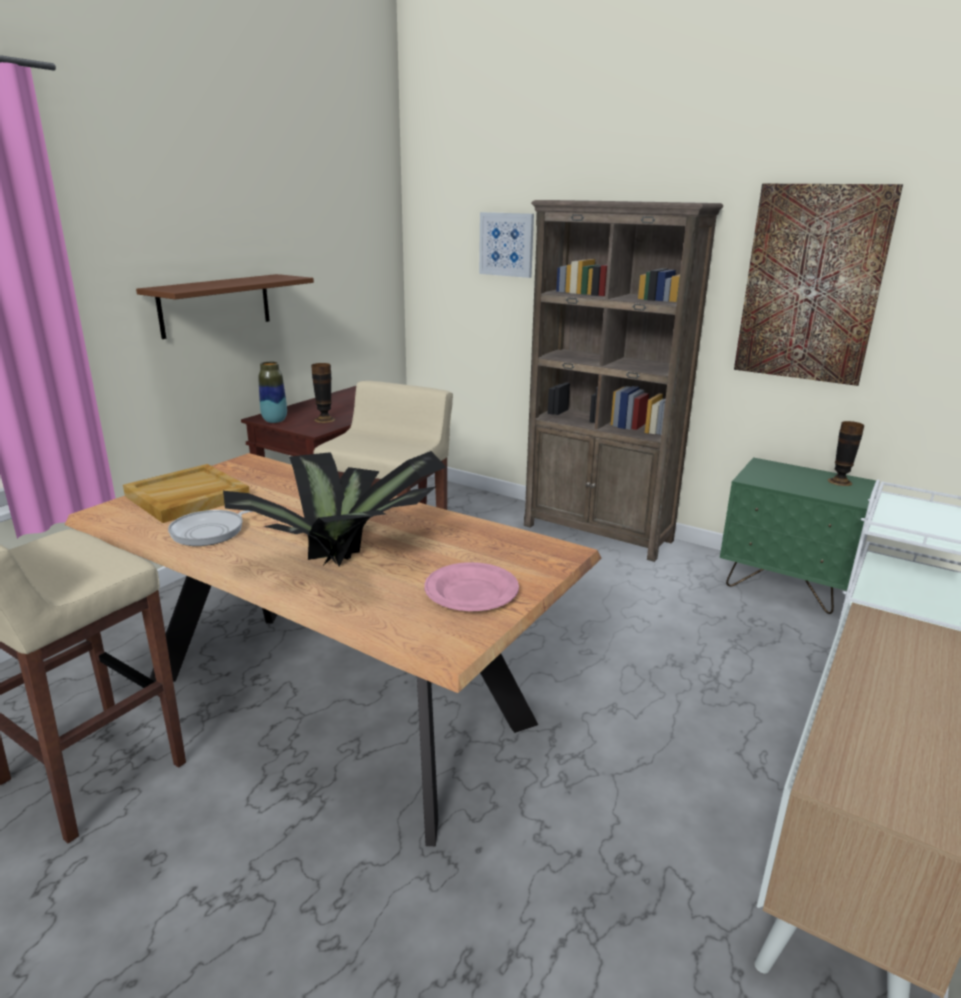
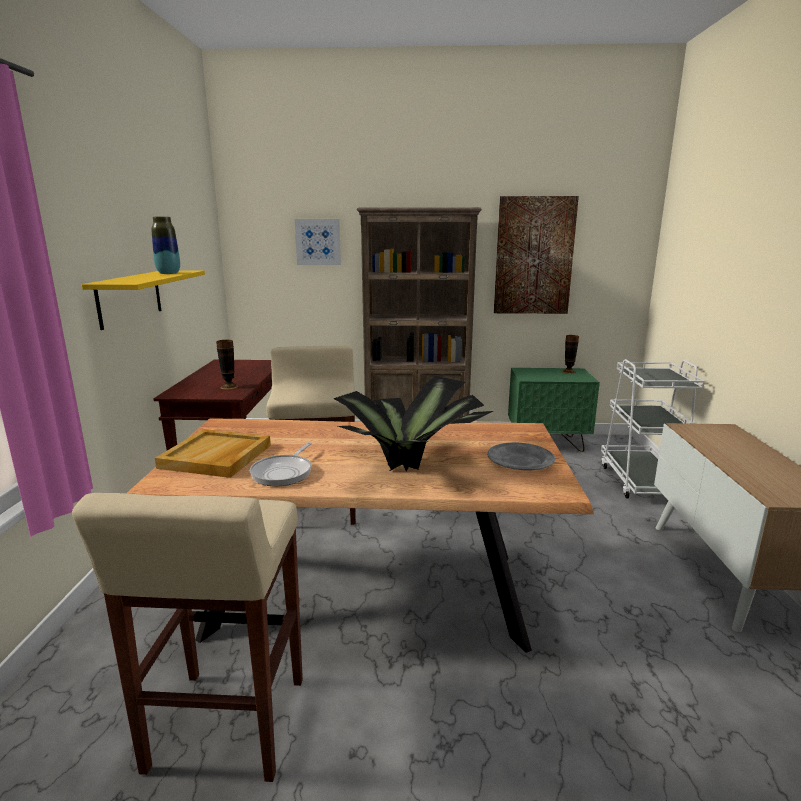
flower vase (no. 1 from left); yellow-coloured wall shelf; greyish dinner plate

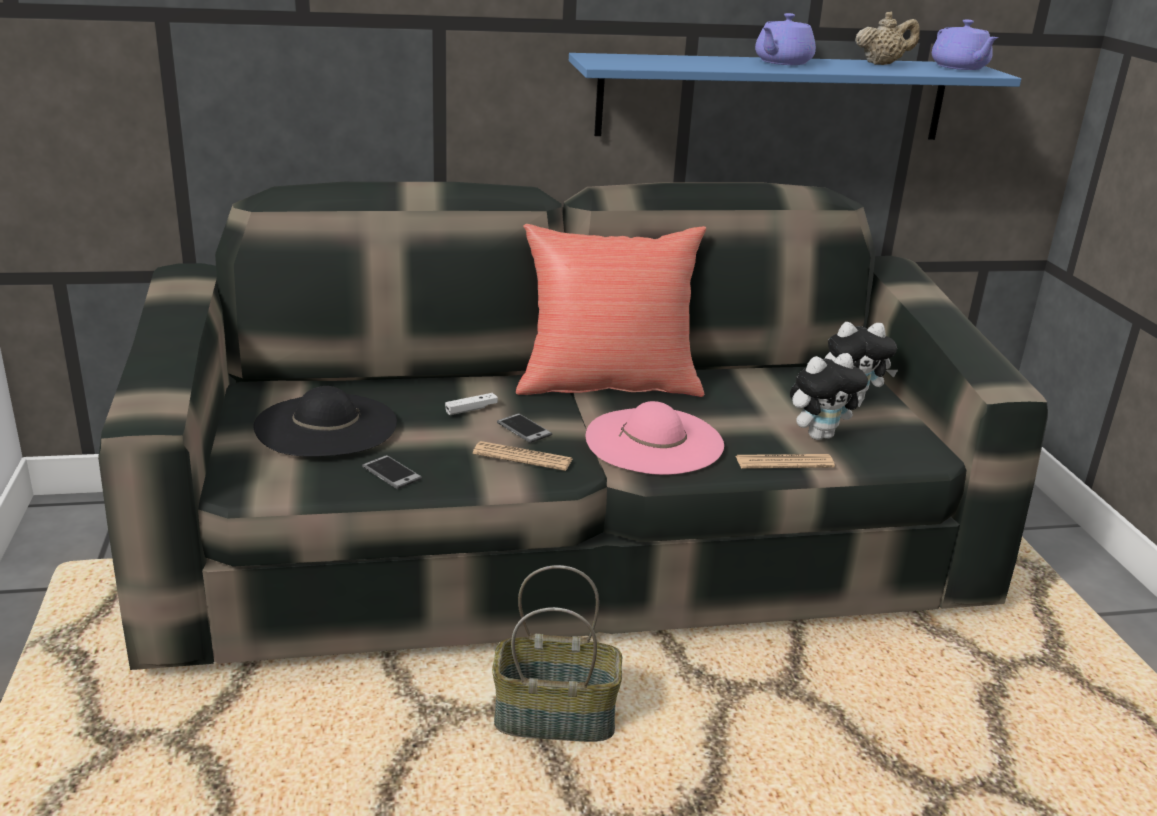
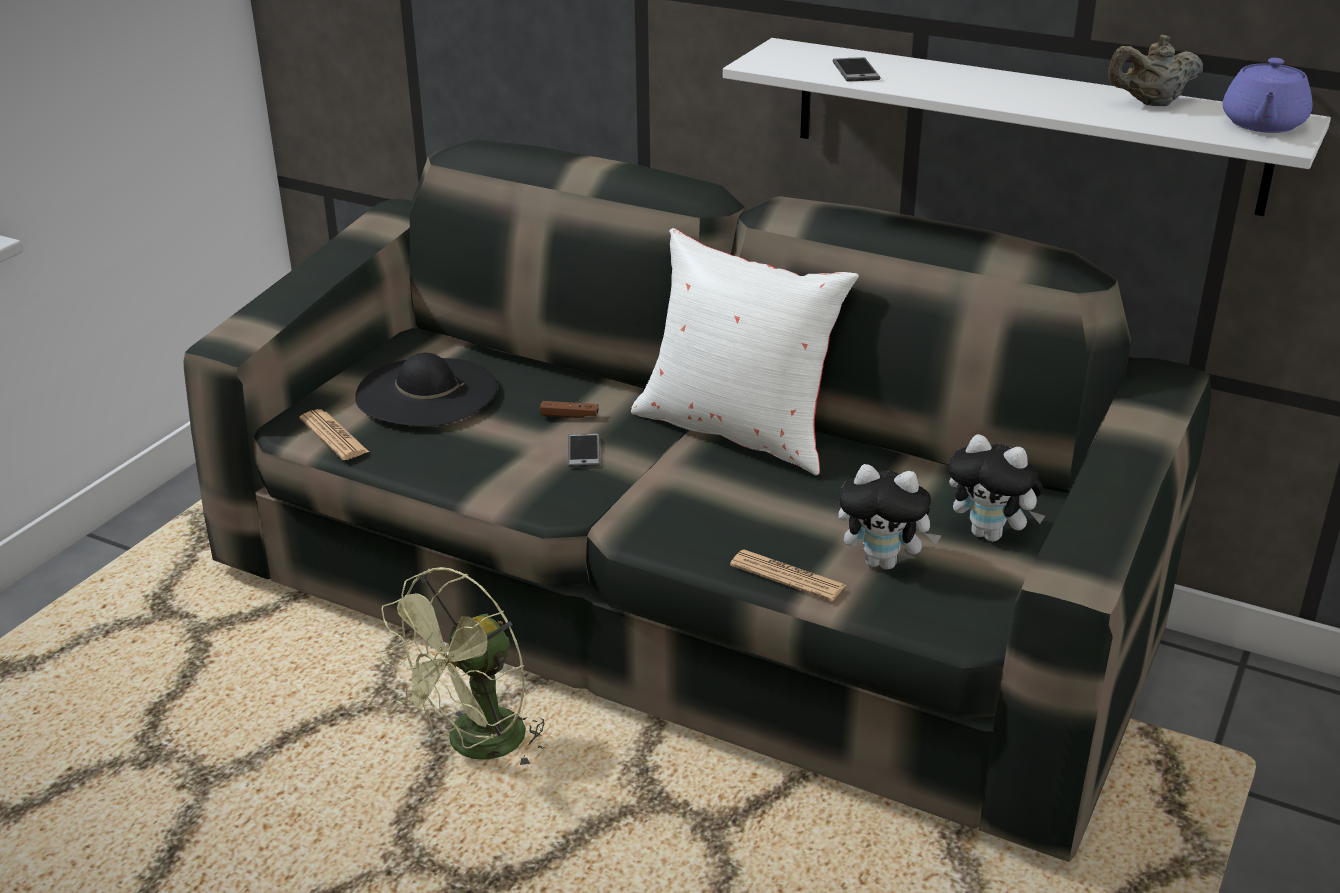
pink-coloured hat; purple pot for tea (no. 1 from left in the first image); phone (no. 2 from left); daily paper (no. 1 from left); green-coloured electric fan; brown gamepad; white throw pillow; white wall shelf; beige pot for tea

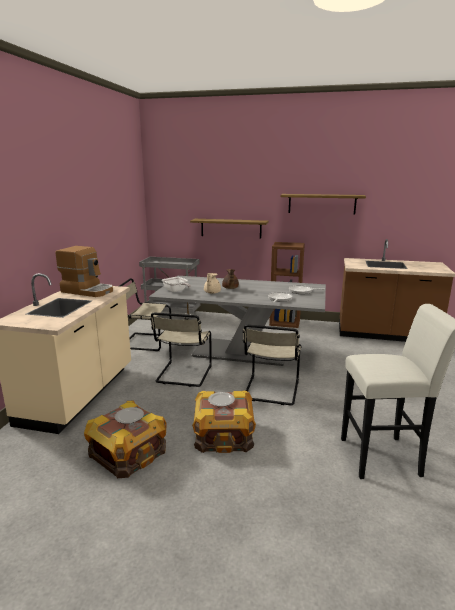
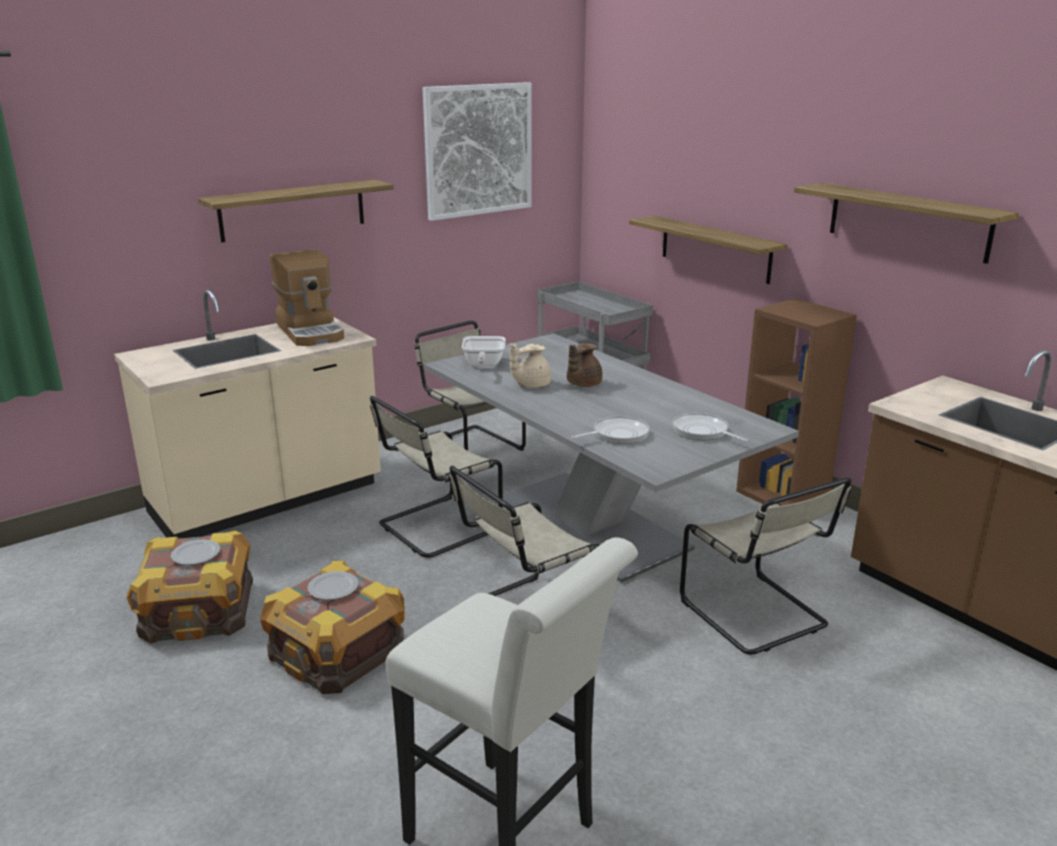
wall shelf (no. 1 from left); wall art; beige plain chair (no. 4 from left)

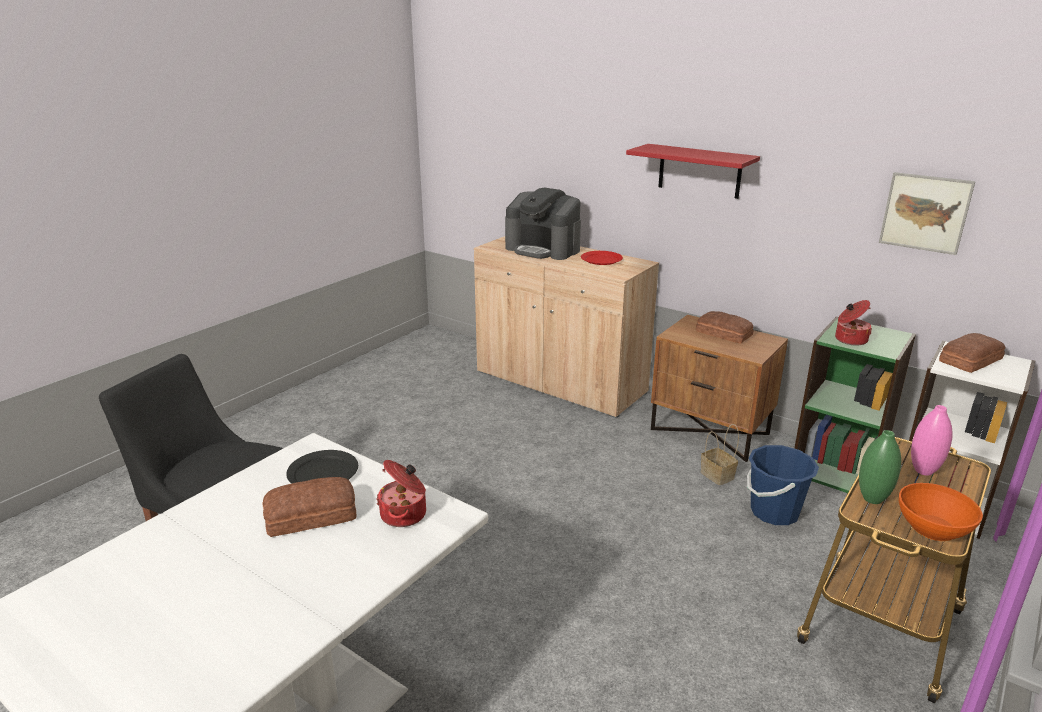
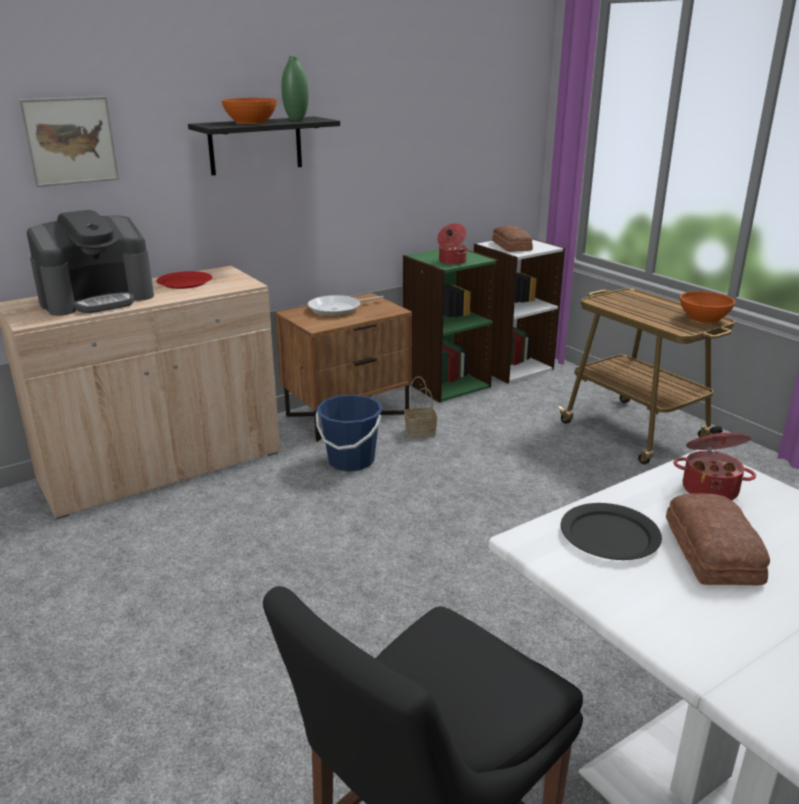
pink-coloured flower vase; orange-coloured bowl (no. 1 from left); blue-coloured water bucket; green-coloured flower vase; wall art; frying pan; black-coloured wall shelf

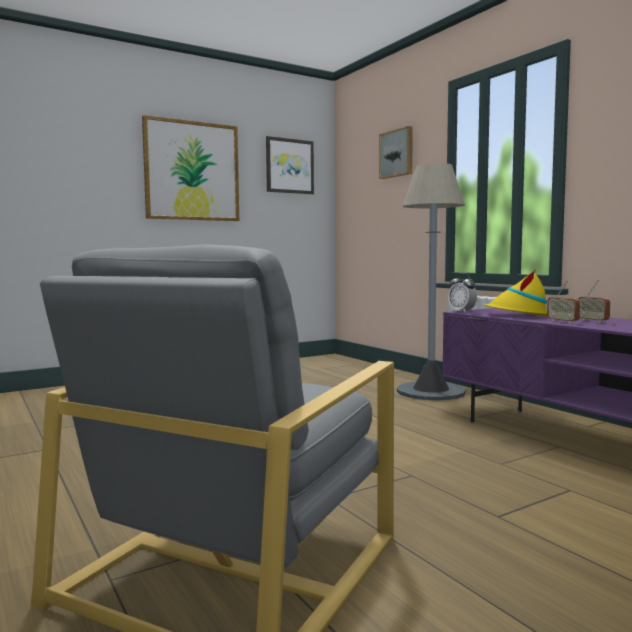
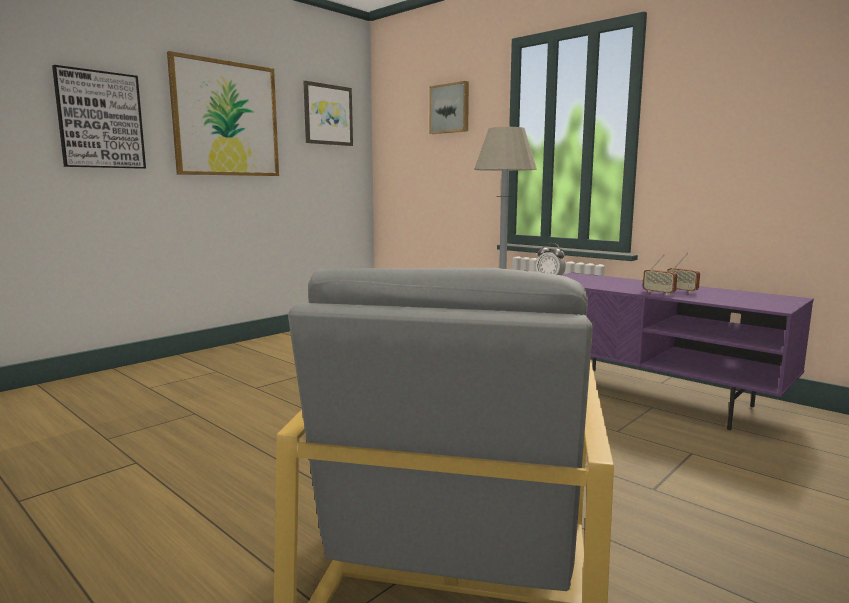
yellow-coloured hat; wall art (no. 1 from left)

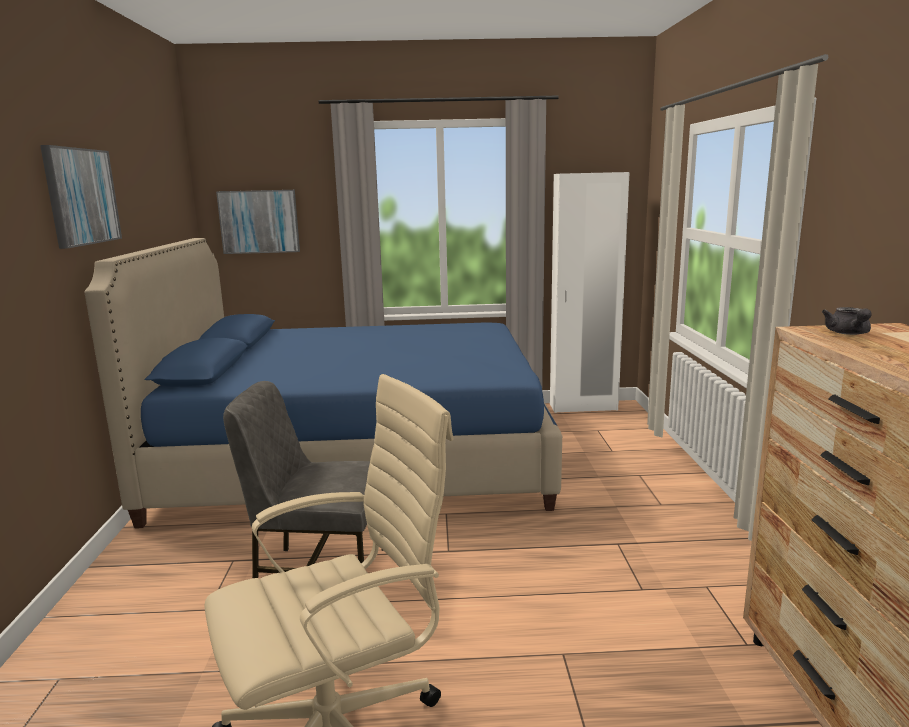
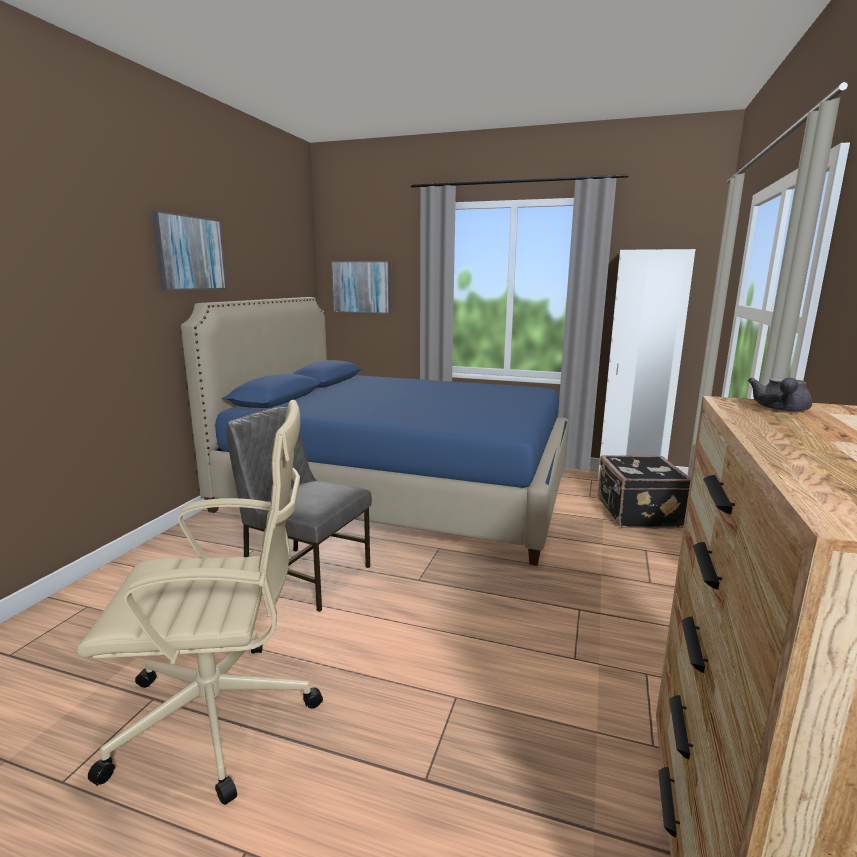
black-coloured suitcase

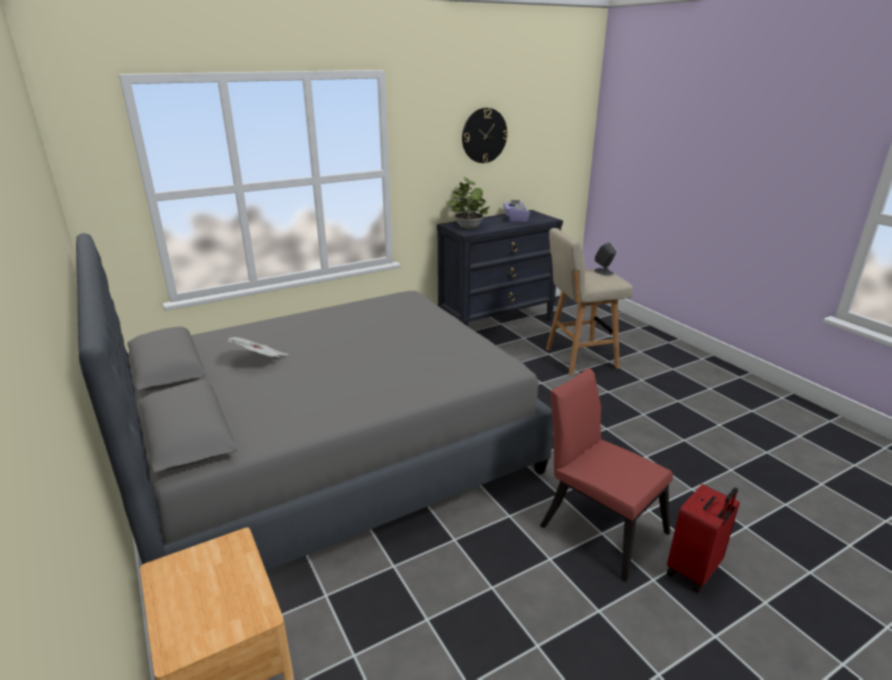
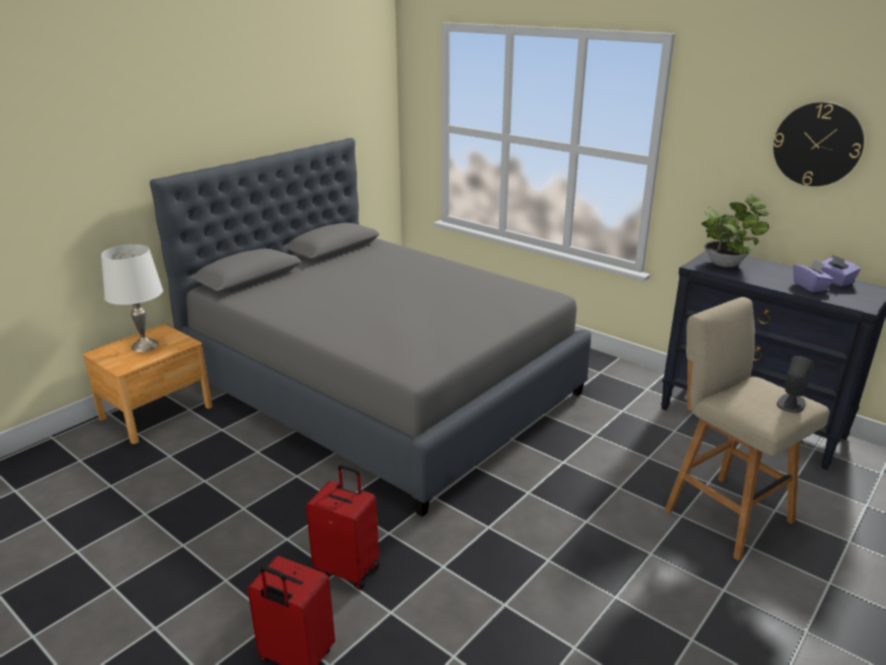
daily paper; white lamp for a table; reddish suitcase (no. 2 from left)

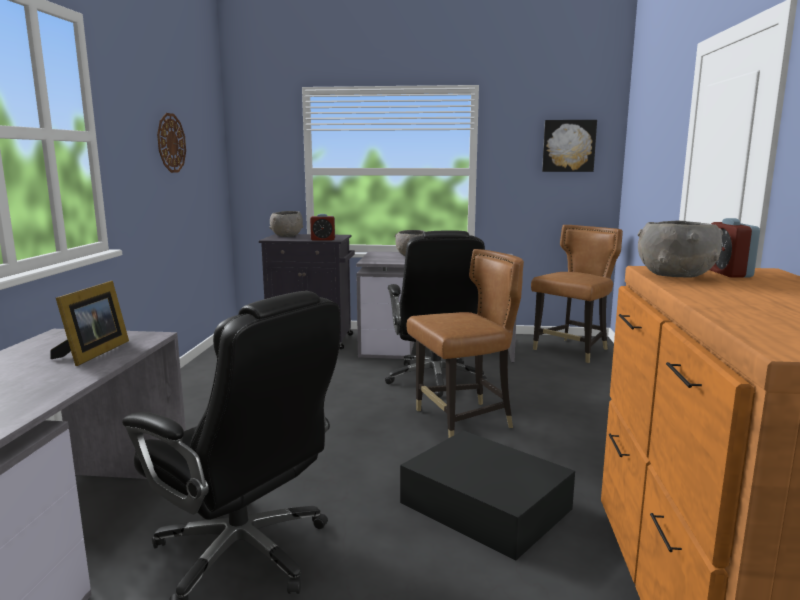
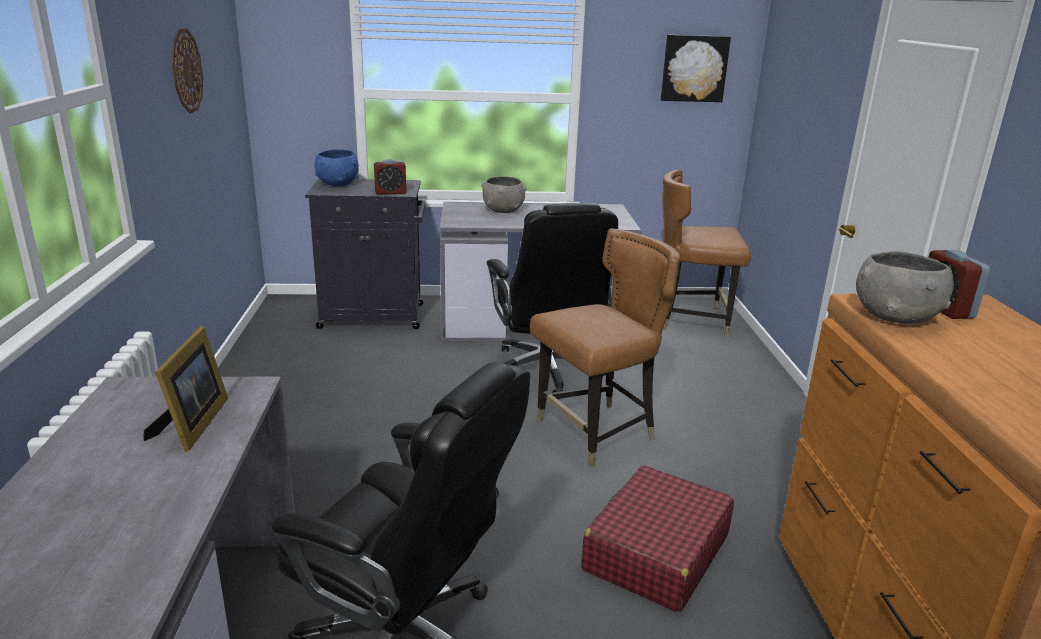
reddish suitcase; blue-coloured bowl; brown plain chair (no. 2 from left)

